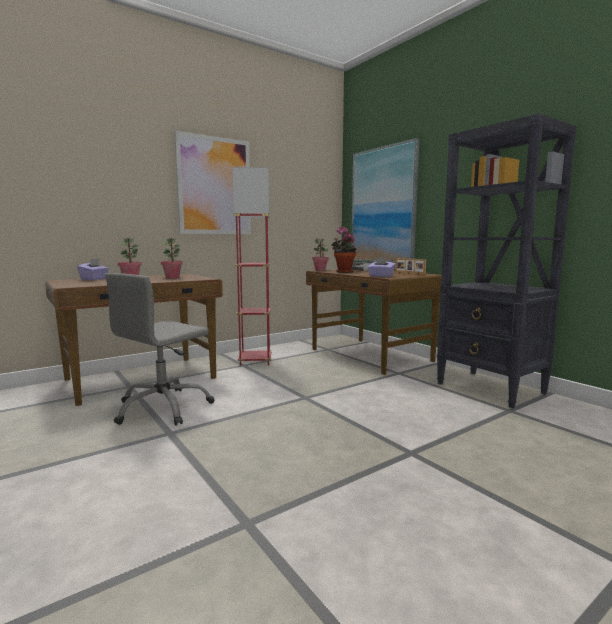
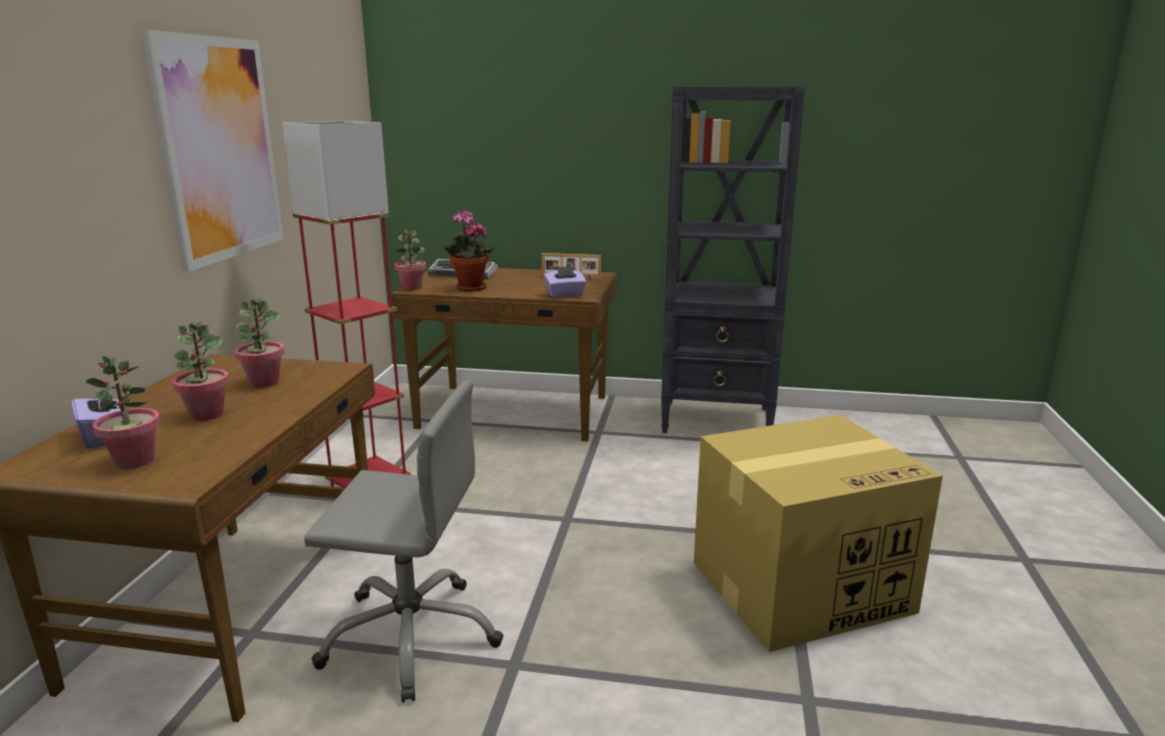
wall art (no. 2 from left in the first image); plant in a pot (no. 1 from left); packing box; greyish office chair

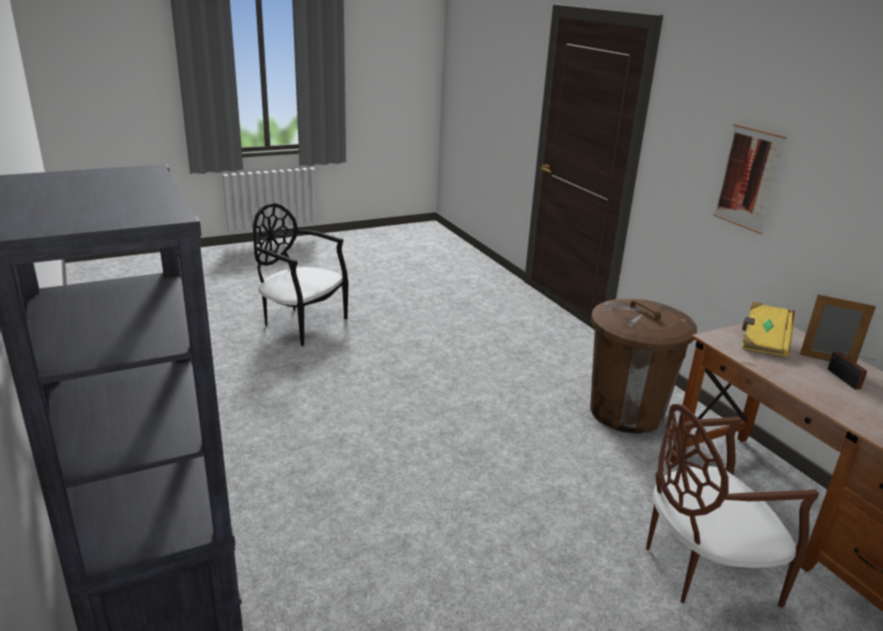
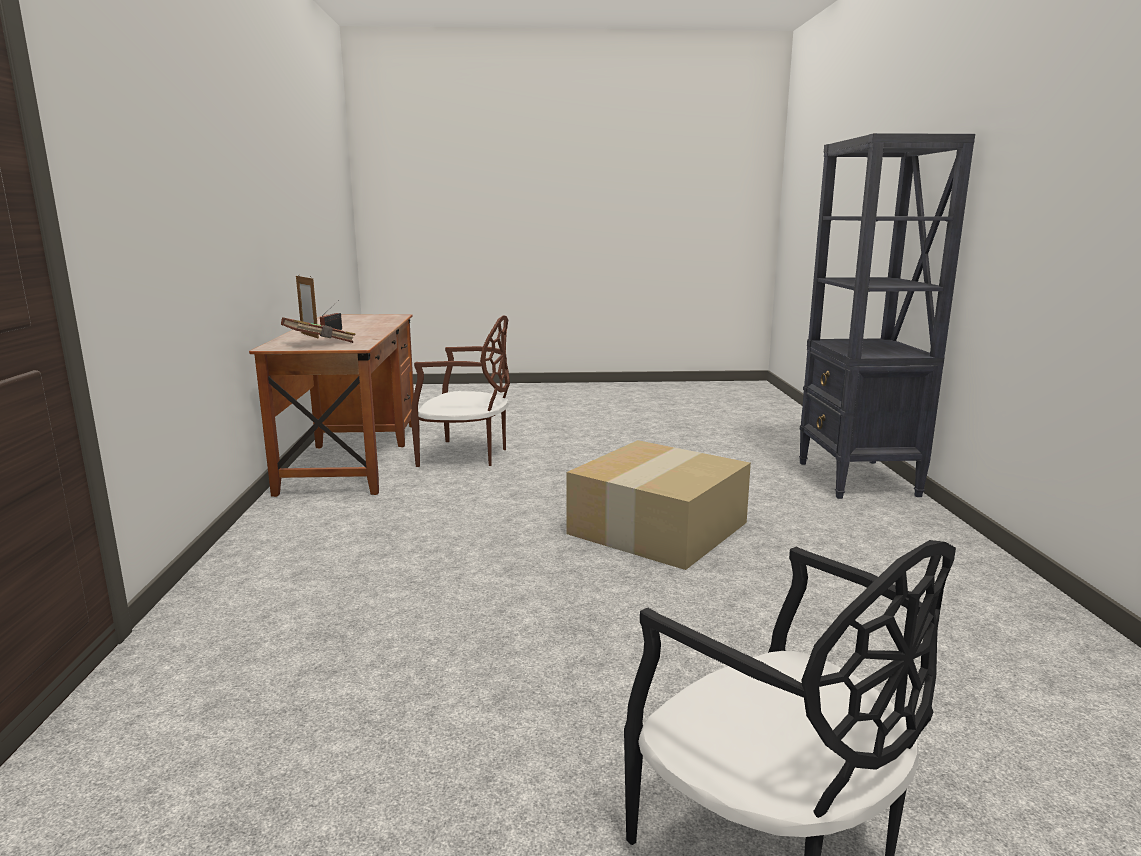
brown waste bin; wall art; packing box; brown book

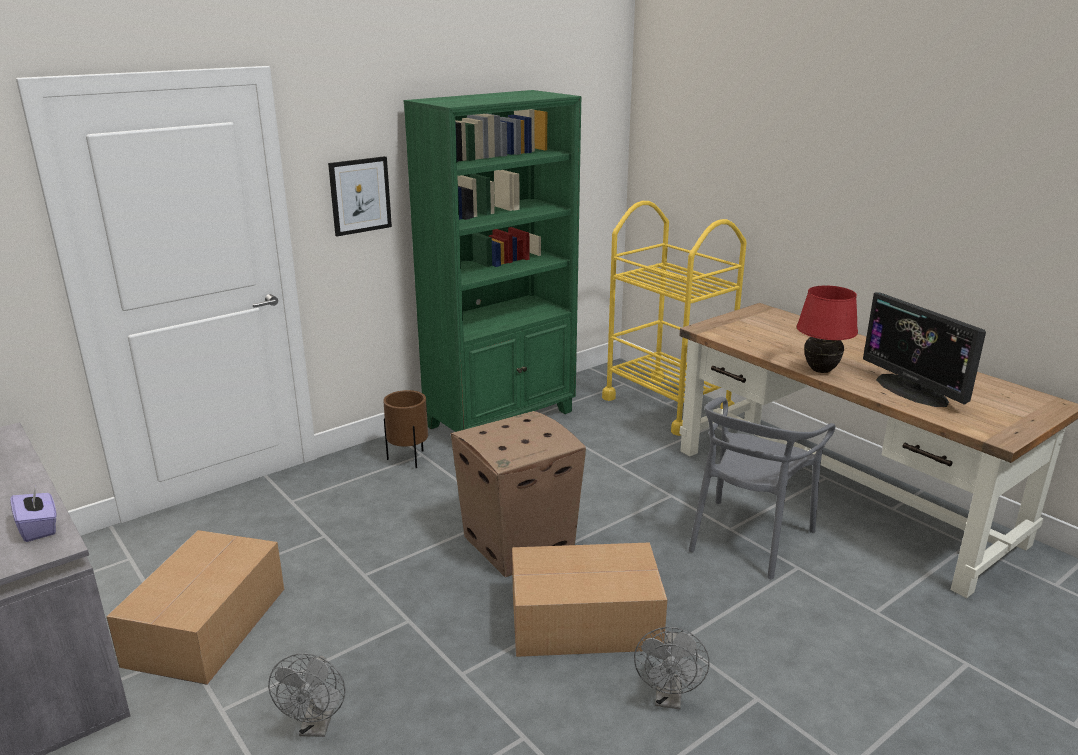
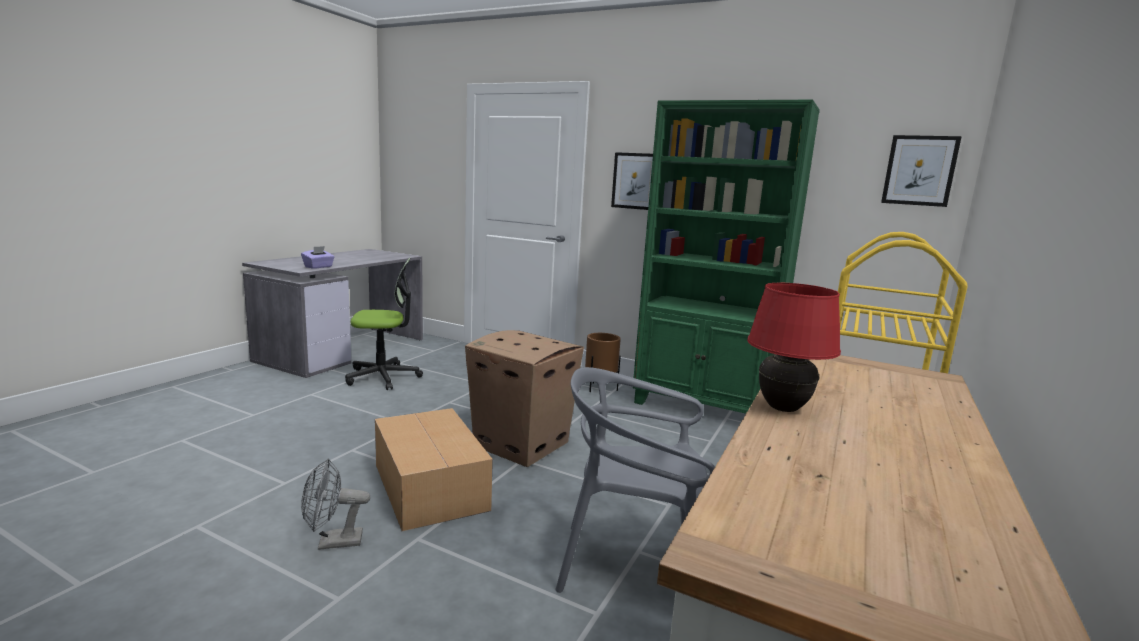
greyish electric fan (no. 1 from left in the first image); monitor; wall art (no. 2 from left); office chair

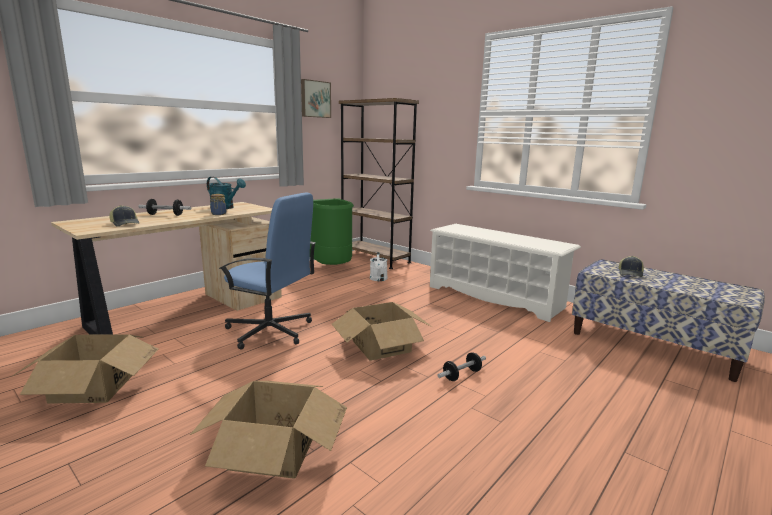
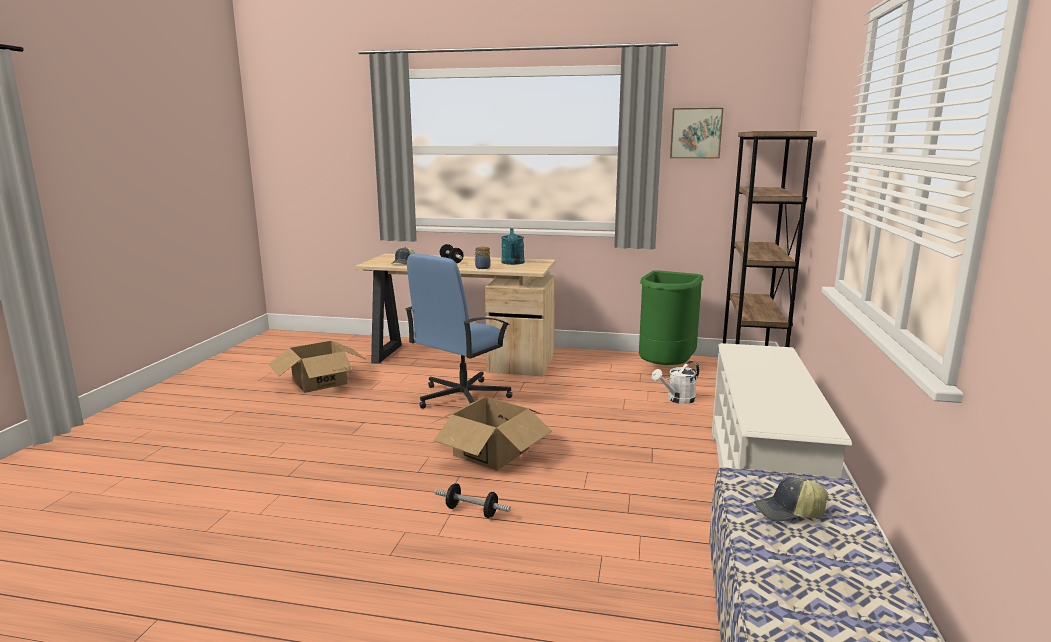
packing box (no. 2 from left in the first image); blue-coloured office chair

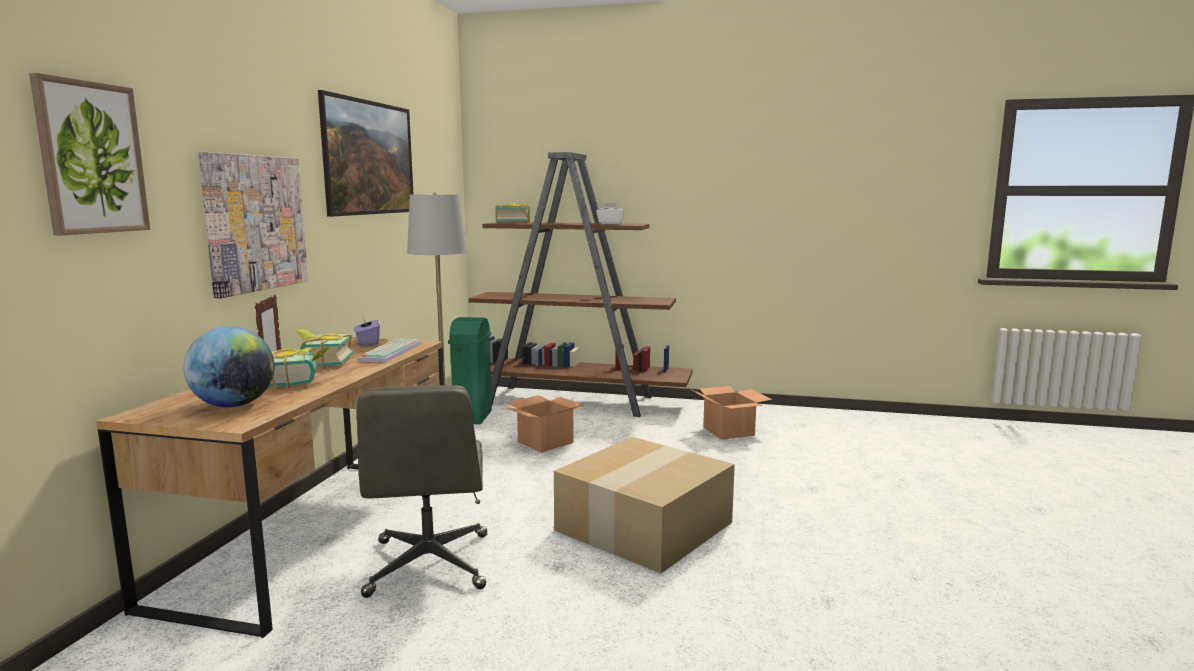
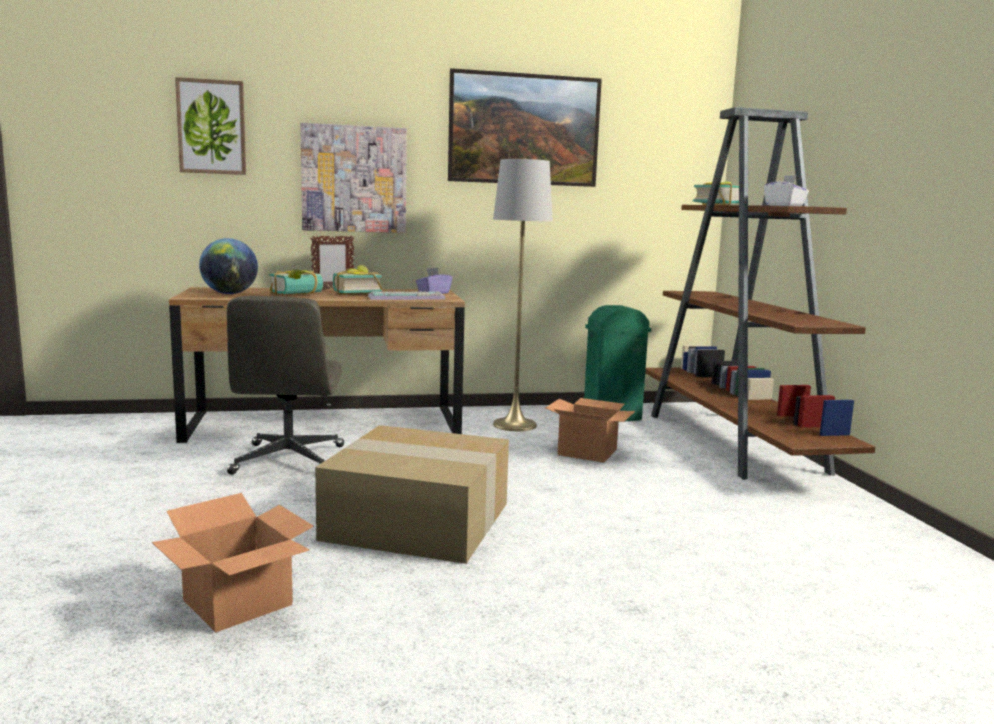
packing box (no. 1 from left); greyish office chair

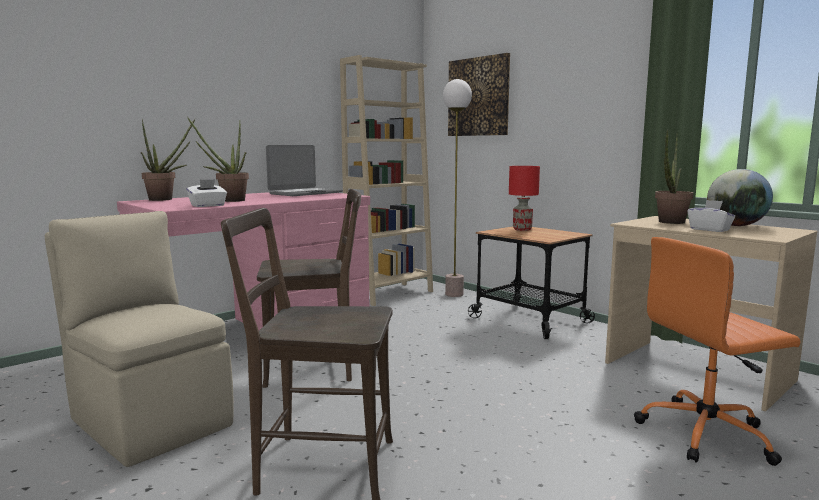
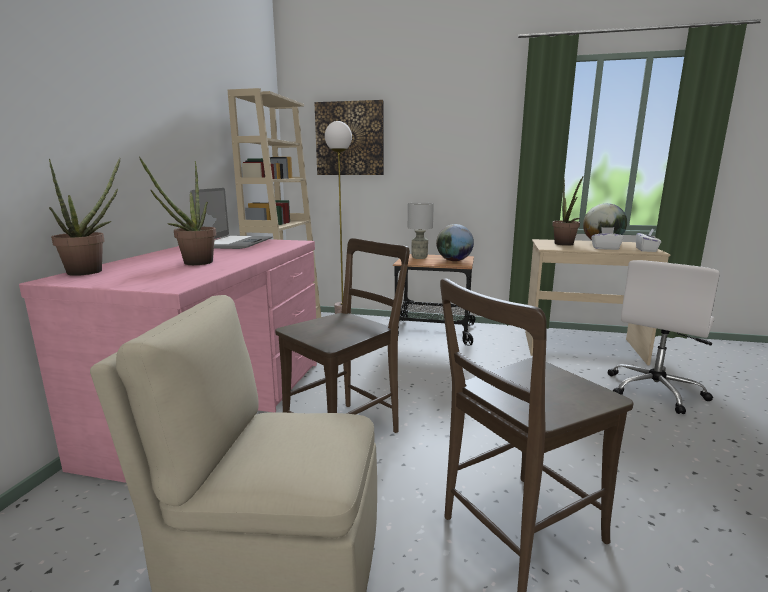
world globe (no. 1 from left); white tissue holder (no. 2 from left); greyish lamp for a table; white office chair

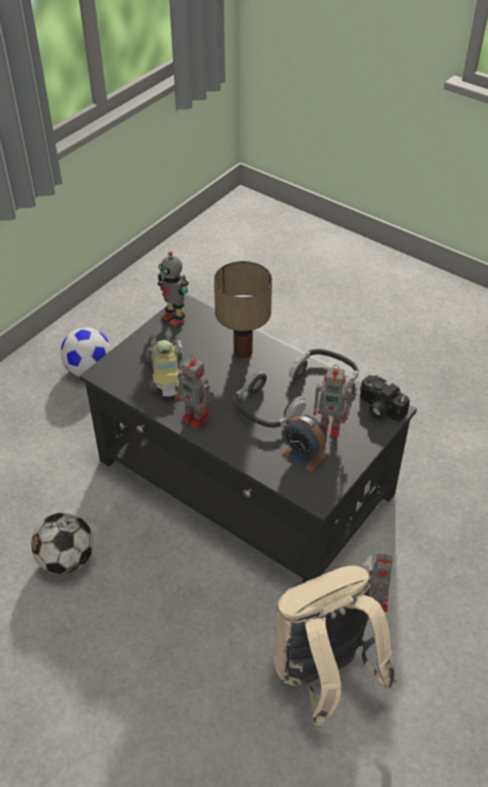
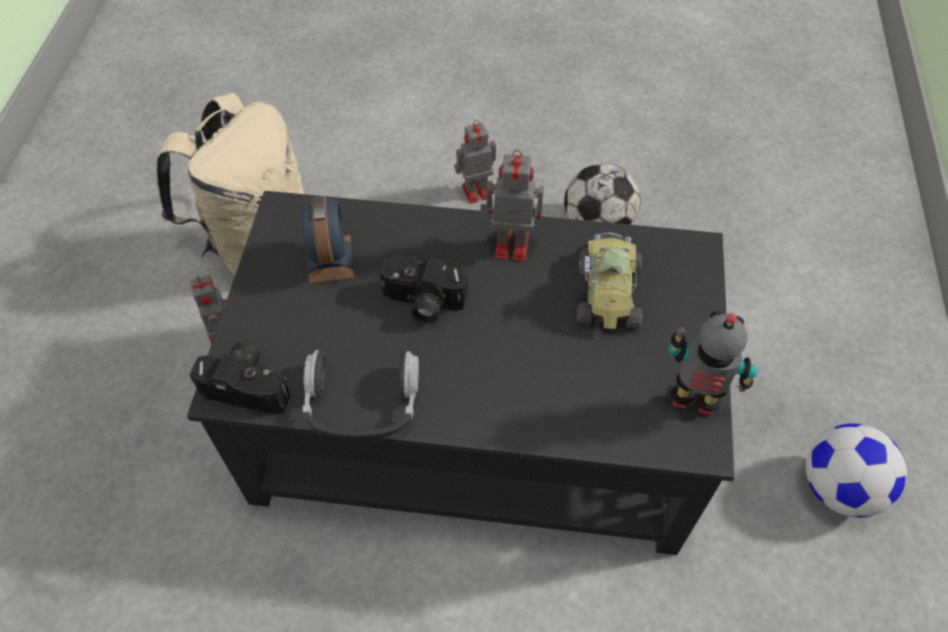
lamp for a table; robot figure (no. 2 from left); photo camera (no. 2 from left); toy car; alarm clock

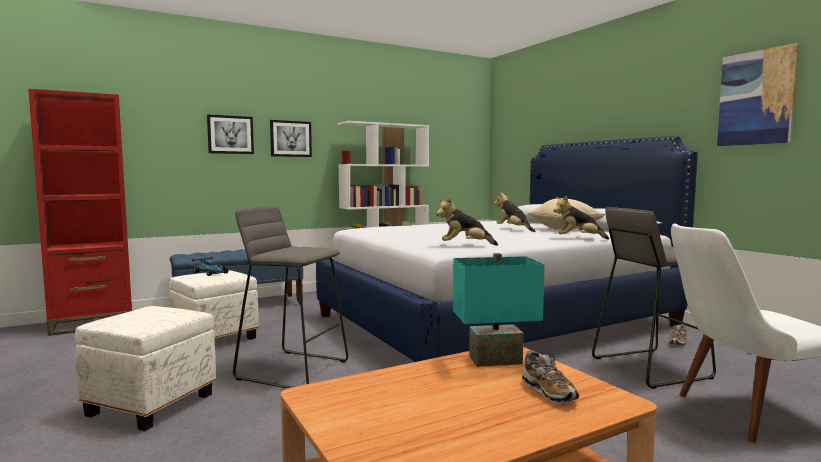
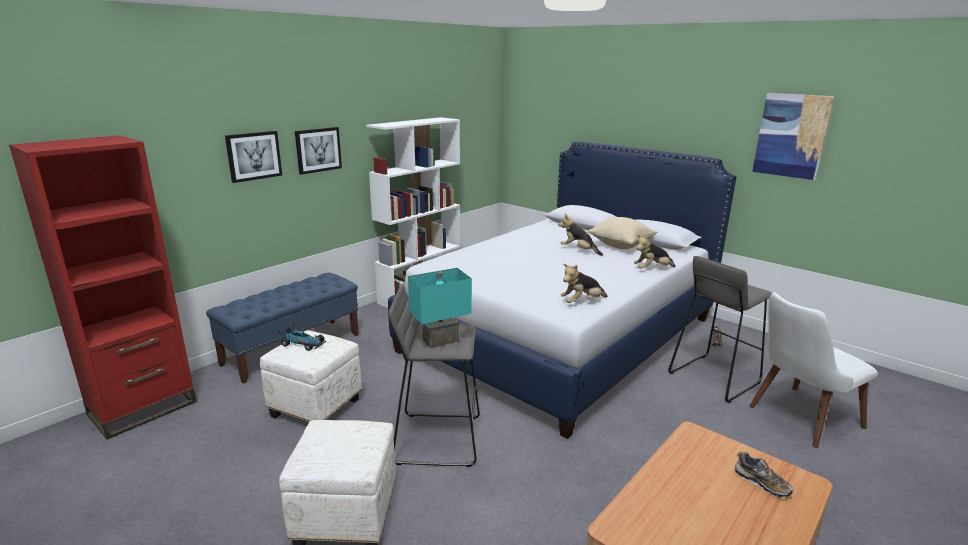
turquoise lamp for a table

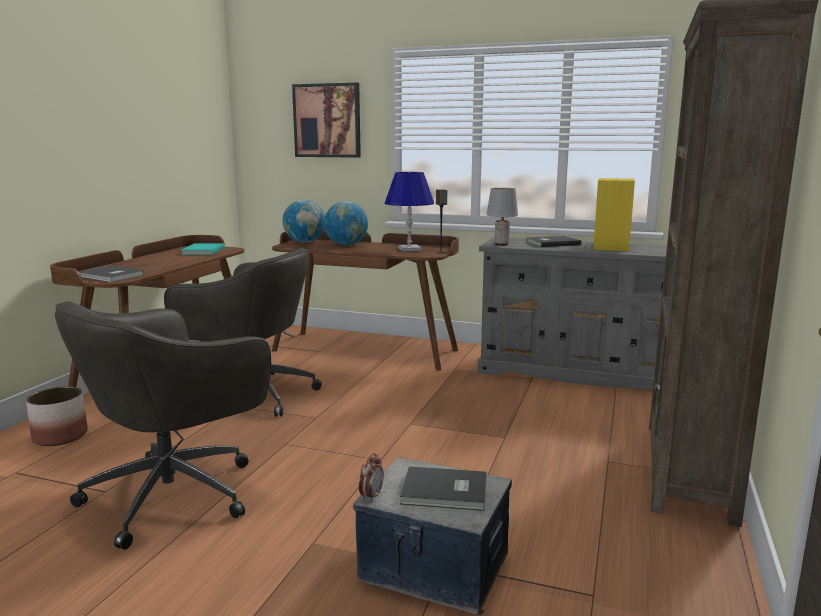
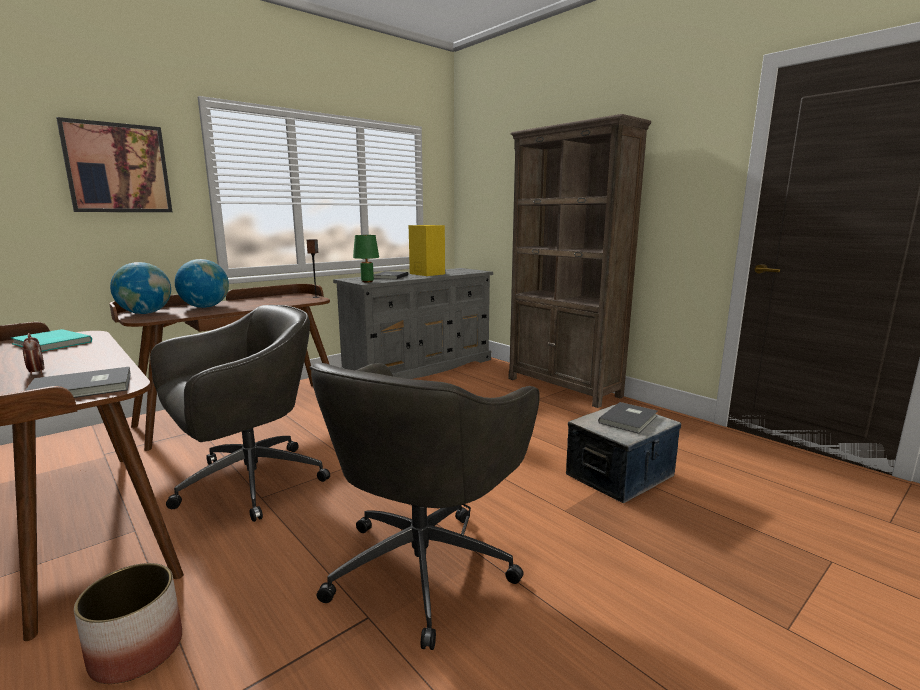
blue-coloured lamp for a table; alarm clock; green-coloured lamp for a table; greyish office chair (no. 2 from left)

